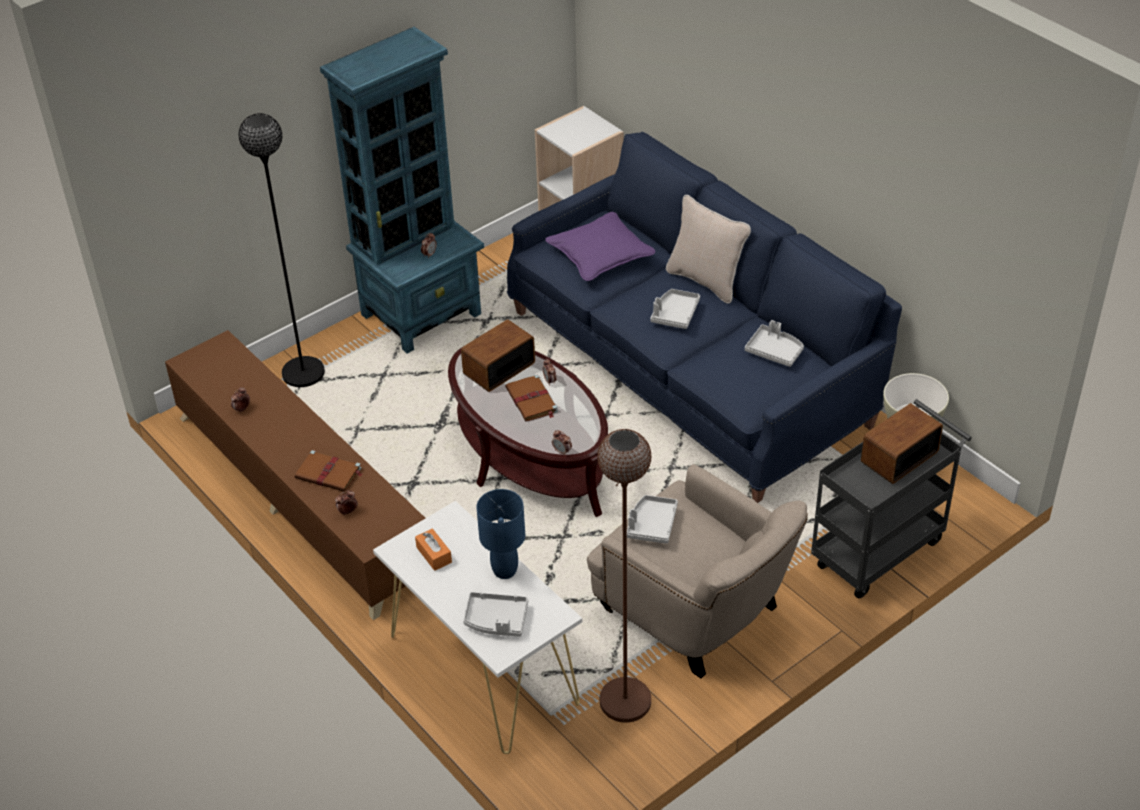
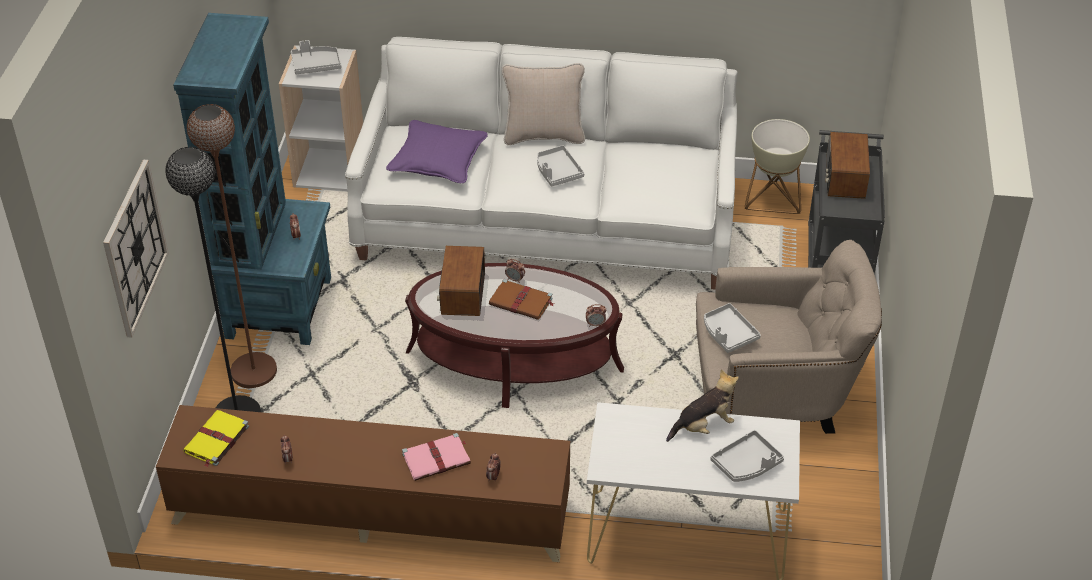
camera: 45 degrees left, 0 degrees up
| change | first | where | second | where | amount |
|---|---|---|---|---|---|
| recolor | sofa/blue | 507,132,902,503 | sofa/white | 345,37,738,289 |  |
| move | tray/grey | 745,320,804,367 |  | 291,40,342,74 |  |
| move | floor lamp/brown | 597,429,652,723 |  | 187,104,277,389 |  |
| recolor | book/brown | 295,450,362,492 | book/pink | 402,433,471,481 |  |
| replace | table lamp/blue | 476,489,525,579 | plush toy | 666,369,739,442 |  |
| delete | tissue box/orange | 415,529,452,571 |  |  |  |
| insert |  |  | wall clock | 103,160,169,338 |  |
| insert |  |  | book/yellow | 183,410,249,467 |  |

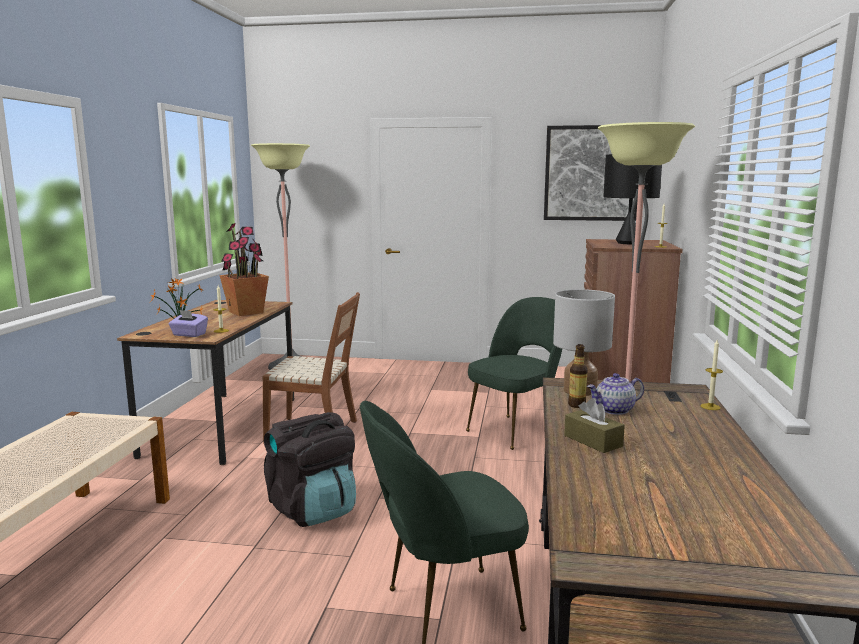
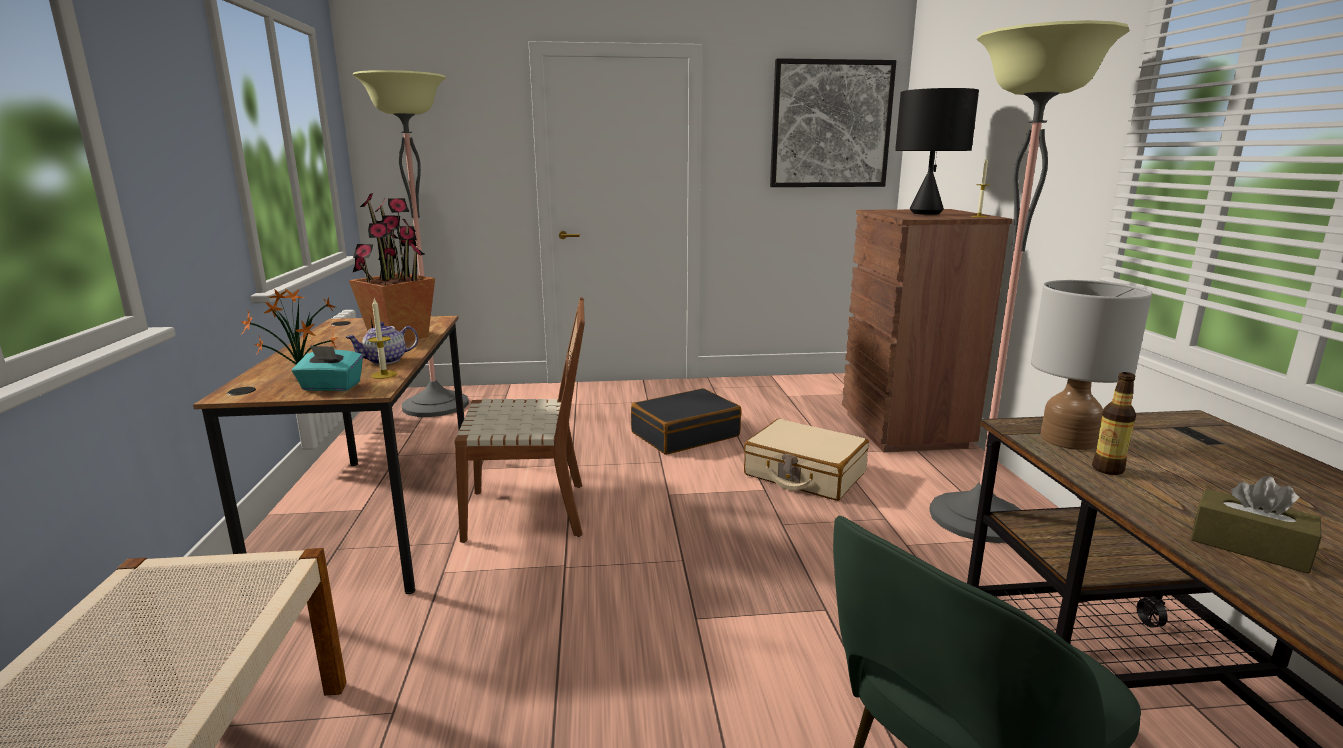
camera: 15 degrees left, 5 degrees up
| change | first | where | second | where | amount |
|---|---|---|---|---|---|
| replace | chair/green | 466,297,562,450 | suitcase/beige | 744,419,869,501 |  |
| recolor | tissue box/purple | 169,310,208,337 | tissue box/turquoise | 292,345,363,391 |  |
| delete | candle | 700,340,723,410 |  |  |  |
| move | teapot | 587,373,644,415 |  | 345,322,418,365 |  |
| delete | backpack/black | 264,412,356,527 |  |  |  |
| insert |  |  | suitcase/black | 631,388,742,455 |  |

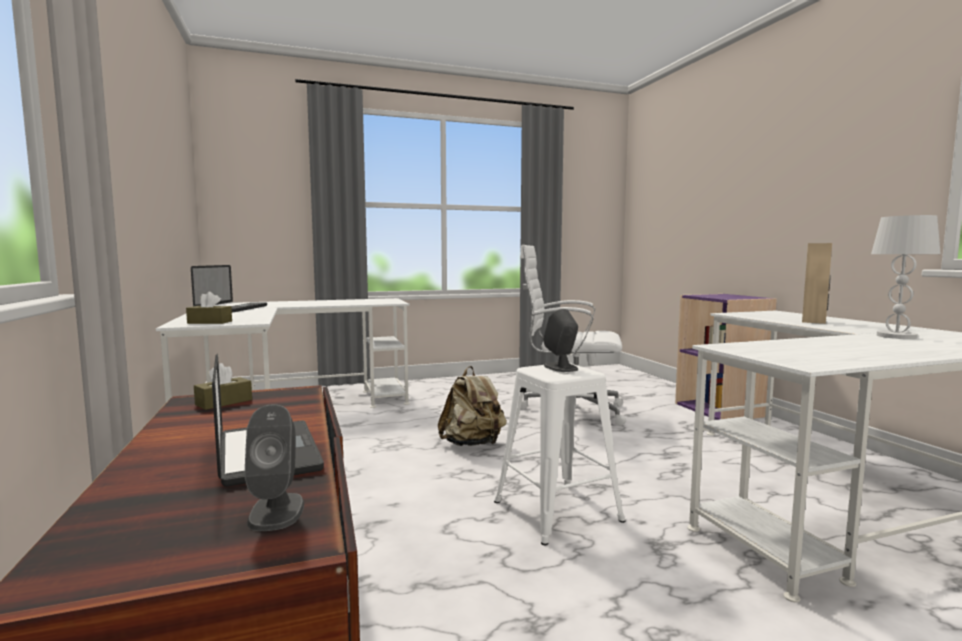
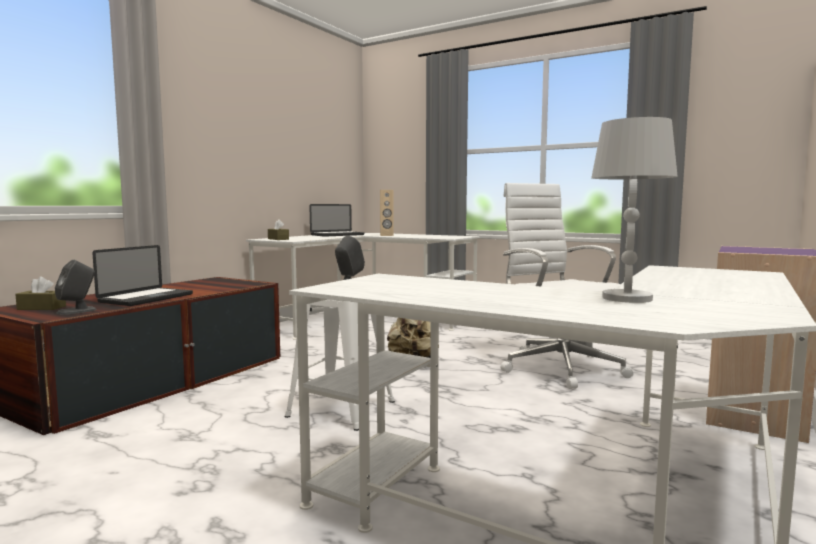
camera: 50 degrees right, 0 degrees up
| change | first | where | second | where | amount |
|---|---|---|---|---|---|
| move | speaker/beige | 802,243,832,324 |  | 380,190,394,236 |  |
| move | tissue box/brown | 194,363,252,410 |  | 15,276,66,310 |  |

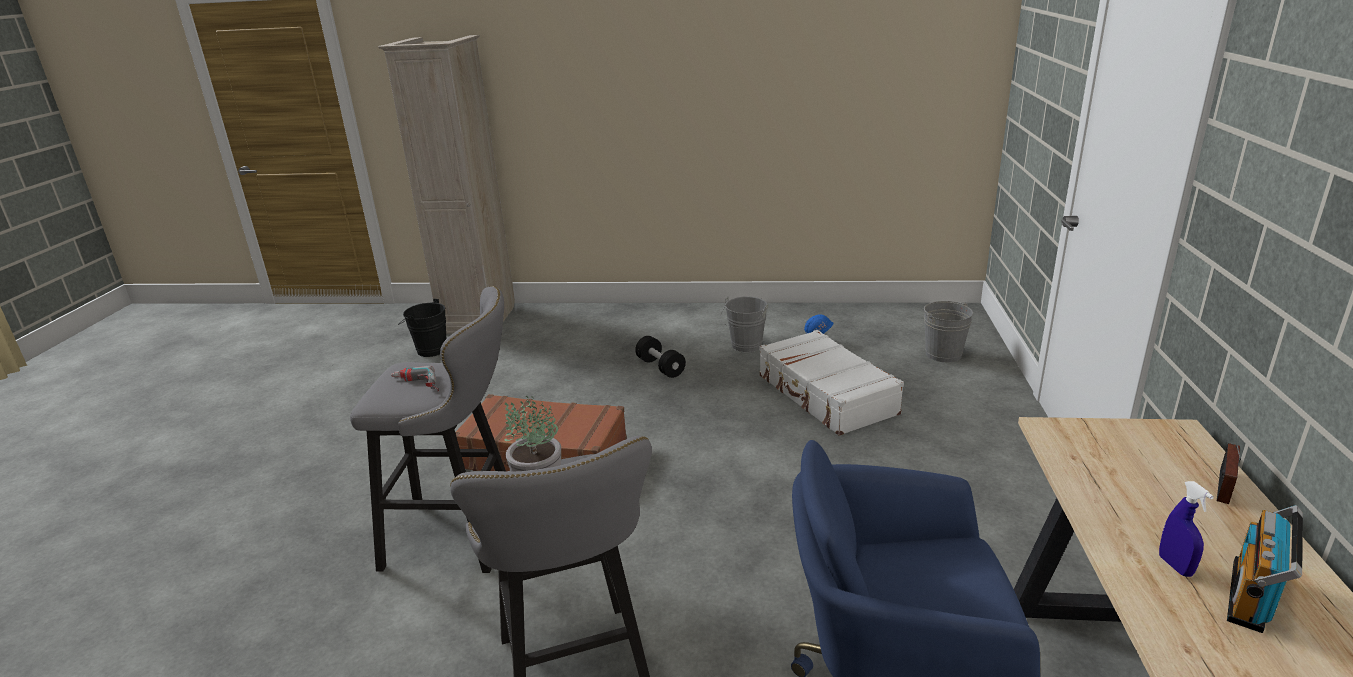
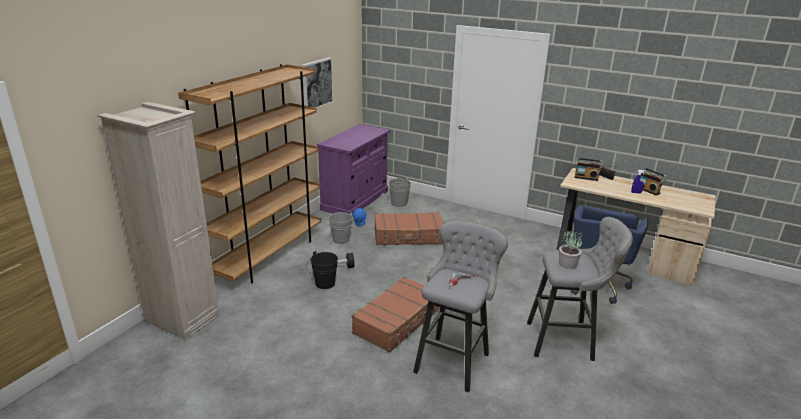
camera: 70 degrees left, 0 degrees up
| change | first | where | second | where | amount |
|---|---|---|---|---|---|
| move | bucket/black | 398,299,446,357 |  | 306,251,338,289 |  |
| recolor | suitcase/white | 760,330,904,436 | suitcase/brown | 375,212,443,245 |  |
| insert |  |  | picture | 302,57,334,109 |  |
| insert |  |  | bookcase/brown | 178,64,321,283 |  |
| insert |  |  | cabinet/purple | 317,124,391,216 |  |
| insert |  |  | radio | 574,157,603,181 |  |

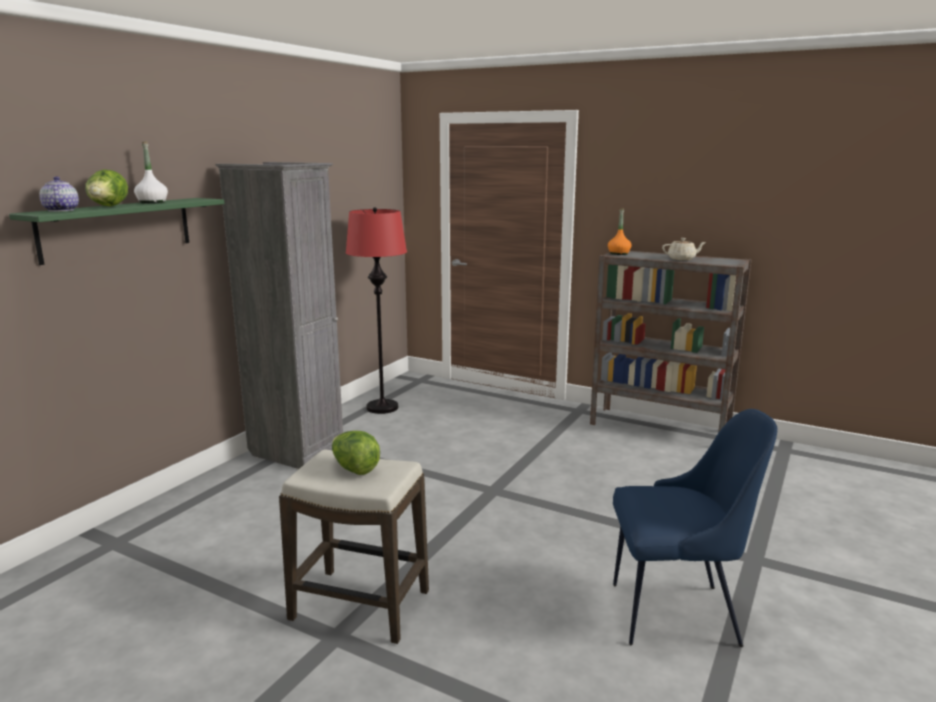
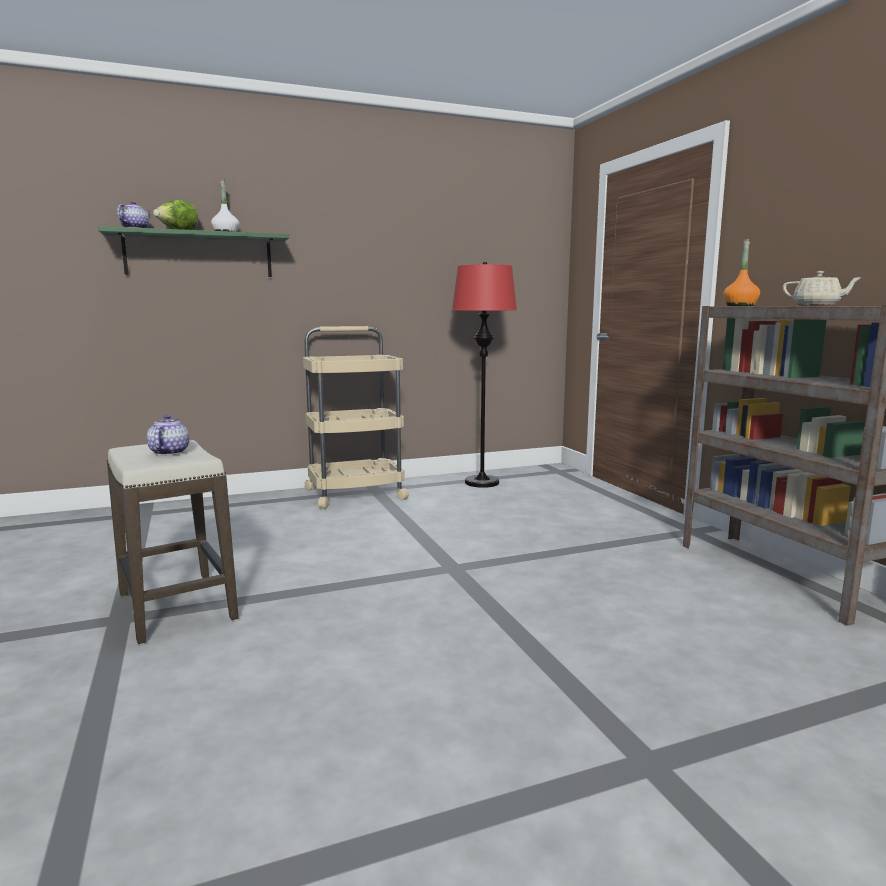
camera: 40 degrees right, 5 degrees down
| change | first | where | second | where | amount |
|---|---|---|---|---|---|
| replace | cabinet/grey | 215,162,343,469 | cart/beige | 303,326,409,509 |  |
| delete | chair/blue | 613,409,777,647 |  |  |  |
| replace | lettuce | 332,431,380,475 | teapot | 147,415,189,455 |  |

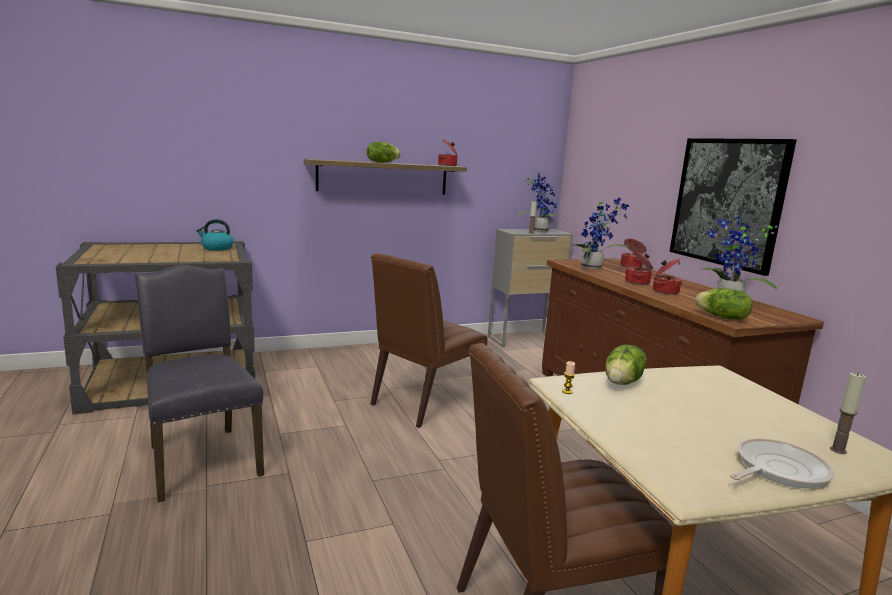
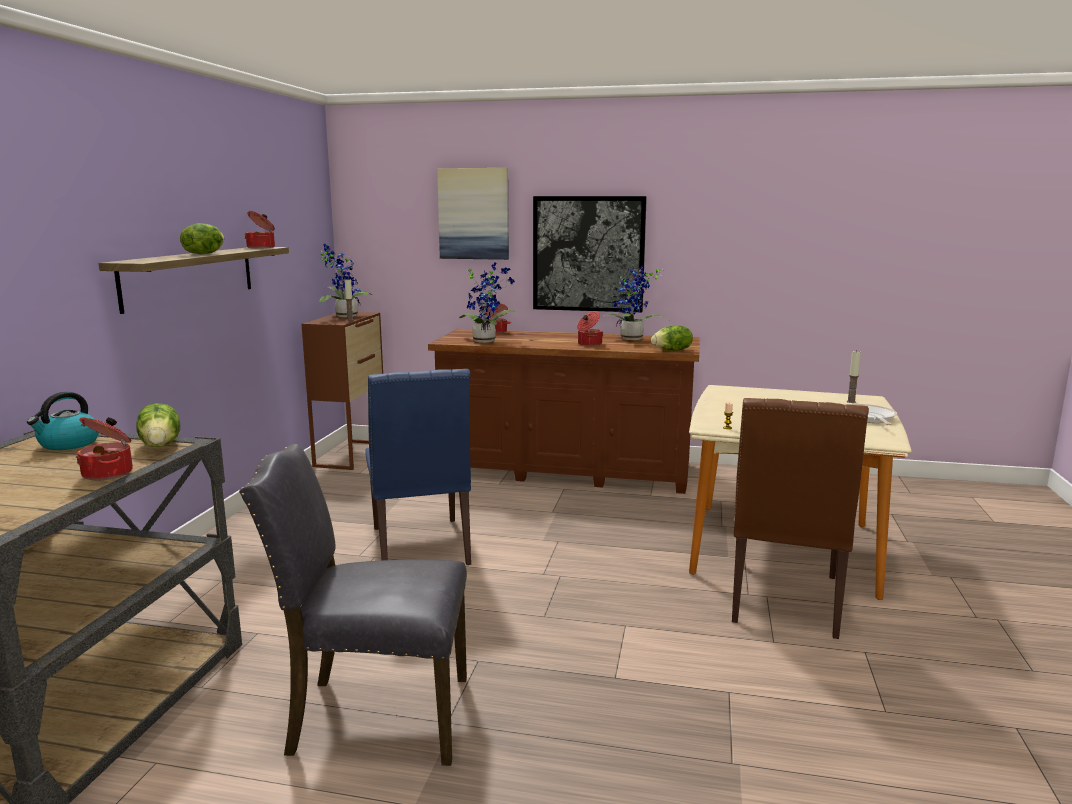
camera: 55 degrees left, 0 degrees up
| change | first | where | second | where | amount |
|---|---|---|---|---|---|
| recolor | cabinet/grey | 488,229,573,347 | cabinet/brown | 301,312,383,470 |  |
| move | cooking pot | 625,250,653,285 |  | 76,417,133,481 |  |
| recolor | chair/brown | 370,253,488,428 | chair/blue | 365,369,471,565 |  |
| move | lettuce | 605,344,647,385 |  | 136,403,180,447 |  |
| insert |  |  | picture | 437,168,509,260 |  |

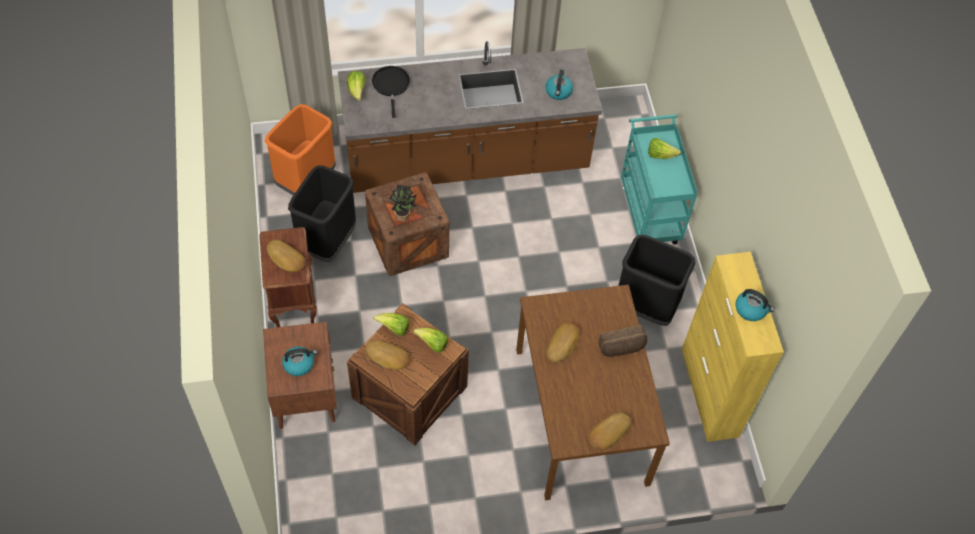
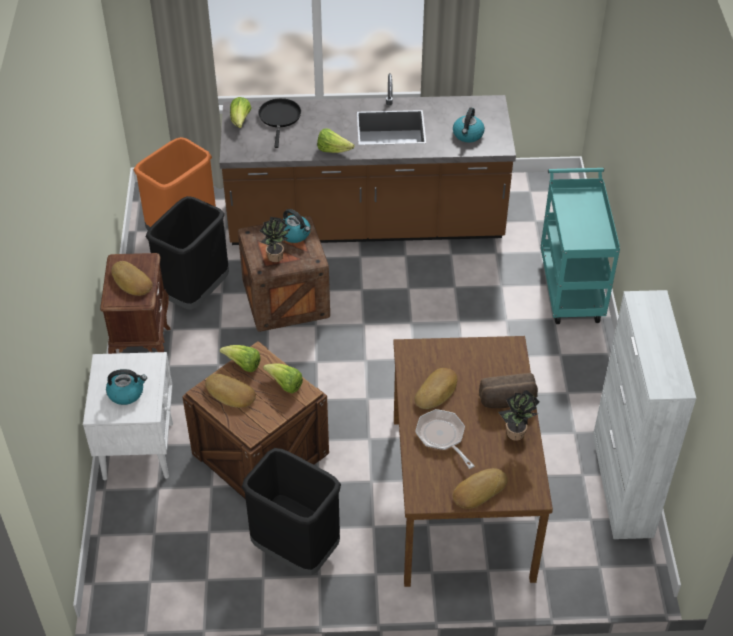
camera: 10 degrees right, 10 degrees down
| change | first | where | second | where | amount |
|---|---|---|---|---|---|
| move | lettuce | 648,138,681,159 |  | 317,129,355,153 |  |
| move | trash can/black | 618,235,695,326 |  | 242,448,341,575 |  |
| recolor | cabinet/yellow | 682,252,784,442 | cabinet/white | 593,290,696,539 |  |
| move | kettle | 736,289,775,321 |  | 283,209,311,243 |  |
| recolor | nightstand/brown | 263,322,337,429 | nightstand/white | 83,352,173,480 |  |
| insert |  |  | potted plant | 498,390,540,441 |  |
| insert |  |  | frying pan | 415,409,474,469 |  |

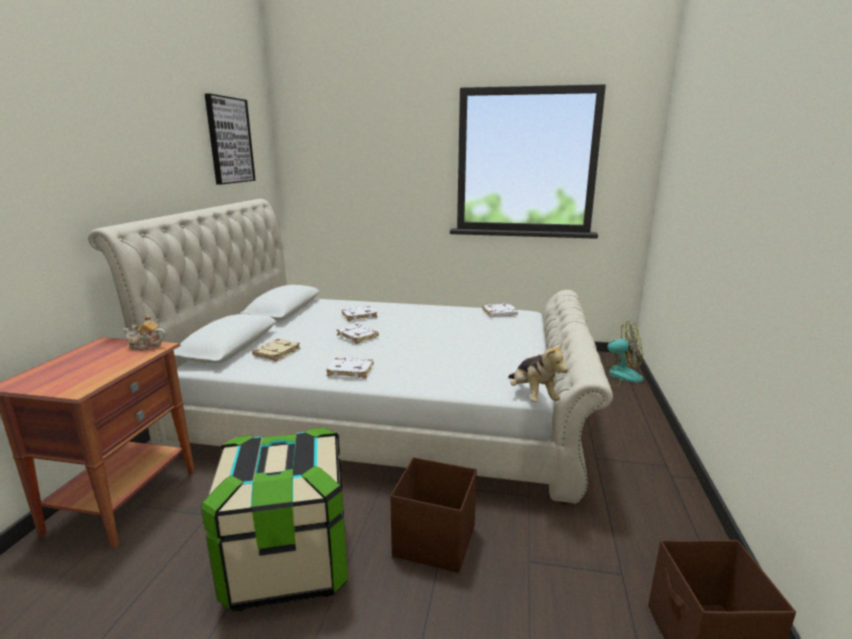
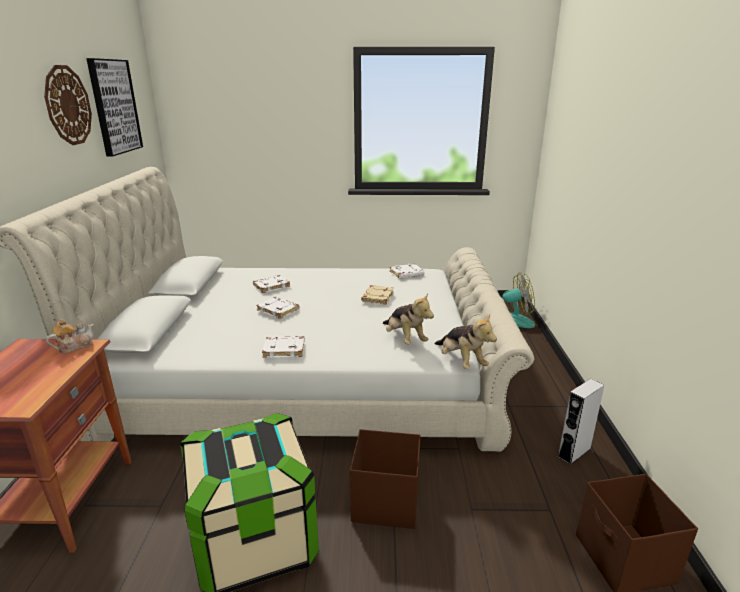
camera: 10 degrees left, 5 degrees up
| change | first | where | second | where | amount |
|---|---|---|---|---|---|
| rotate | teapot | 123,315,166,351 |  | 46,319,94,354 | 150 degrees clockwise |
| move | book/beige | 252,339,300,361 |  | 361,285,394,305 |  |
| insert |  |  | wall clock | 44,65,92,145 |  |
| insert |  |  | plush toy | 383,293,434,344 |  |
| insert |  |  | speaker/grey | 557,379,604,465 |  |

